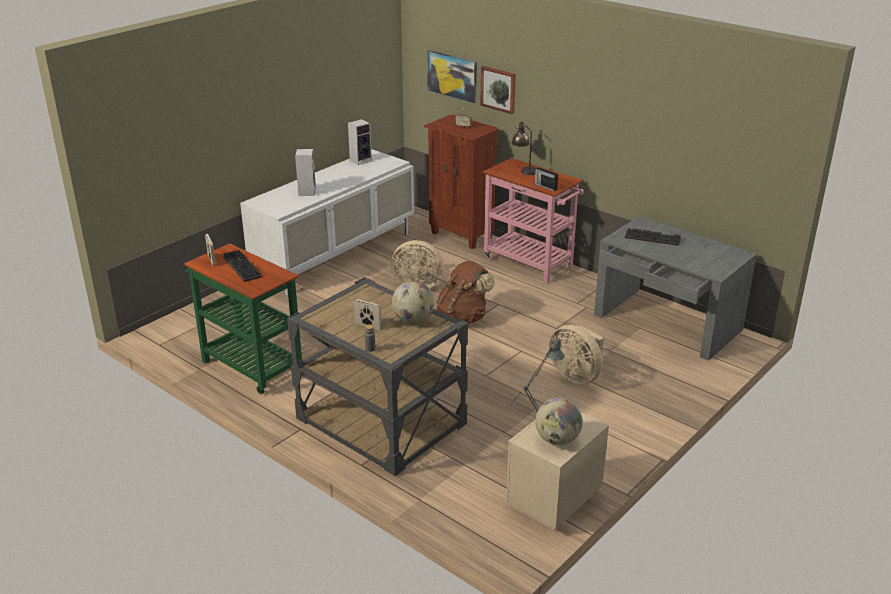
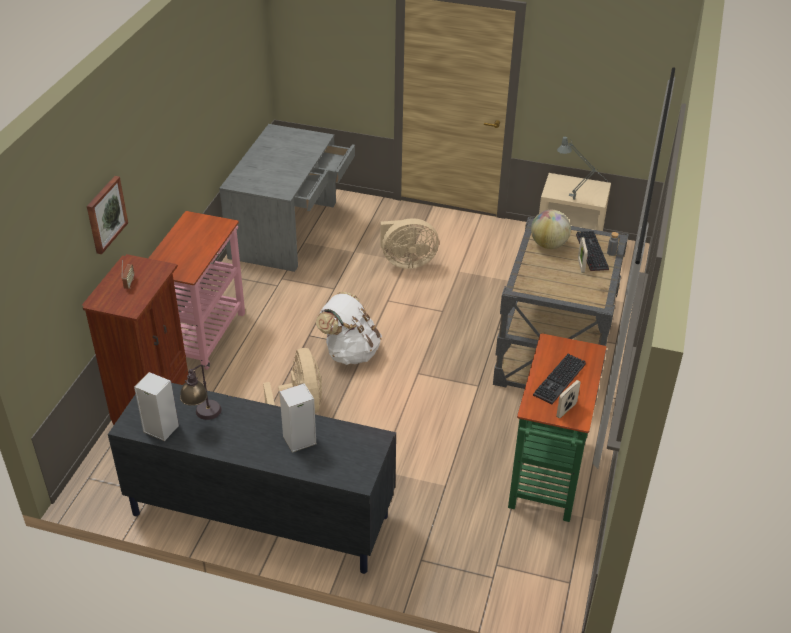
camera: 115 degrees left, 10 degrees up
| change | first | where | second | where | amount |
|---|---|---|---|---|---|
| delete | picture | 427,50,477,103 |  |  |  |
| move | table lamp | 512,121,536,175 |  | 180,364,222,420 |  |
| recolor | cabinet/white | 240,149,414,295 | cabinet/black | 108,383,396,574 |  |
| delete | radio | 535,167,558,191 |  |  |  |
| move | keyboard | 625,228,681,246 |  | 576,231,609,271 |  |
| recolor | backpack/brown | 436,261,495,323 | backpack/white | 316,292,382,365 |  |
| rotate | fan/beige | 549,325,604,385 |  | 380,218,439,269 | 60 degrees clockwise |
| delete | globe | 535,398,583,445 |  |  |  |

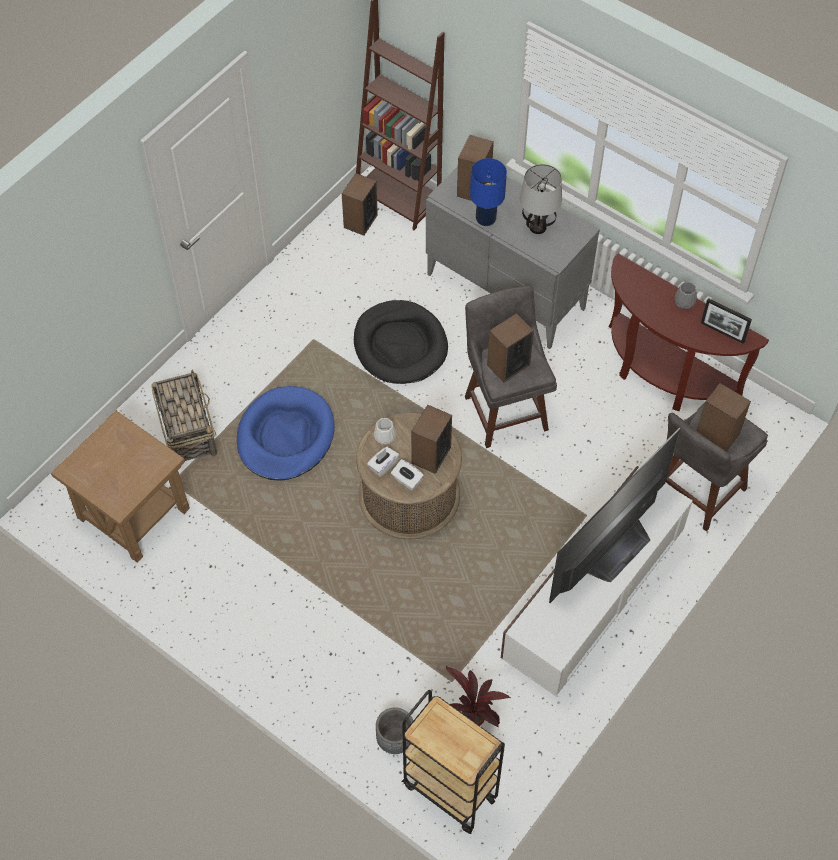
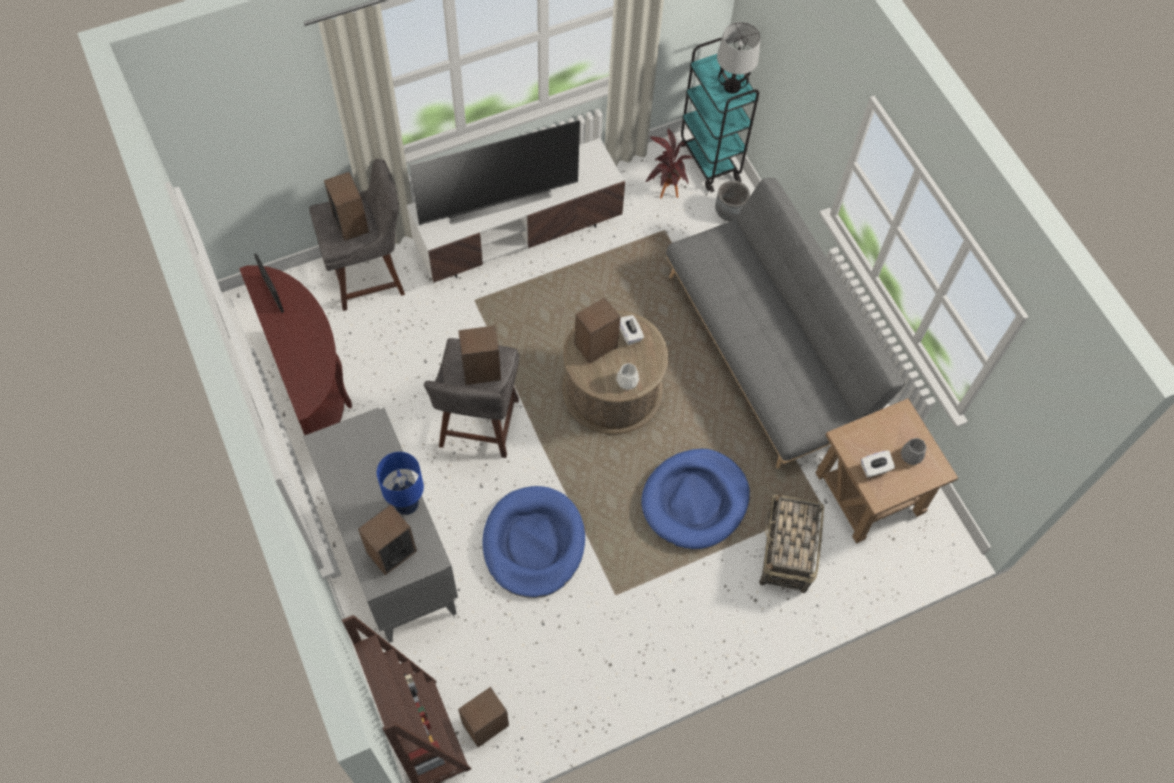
camera: 155 degrees left, 5 degrees up
| change | first | where | second | where | amount |
|---|---|---|---|---|---|
| move | table lamp | 520,164,562,234 |  | 717,22,761,93 |  |
| move | vase/grey | 675,282,697,309 |  | 901,438,927,465 |  |
| recolor | dog bed/black | 354,300,448,384 | dog bed/blue | 482,486,585,598 |  |
| move | tissue box/white | 367,447,399,477 |  | 861,450,895,478 |  |
| recolor | cart/brown | 401,690,505,834 | cart/turquoise | 681,38,759,193 |  |
| insert |  |  | sofa/grey | 666,178,905,469 |  |

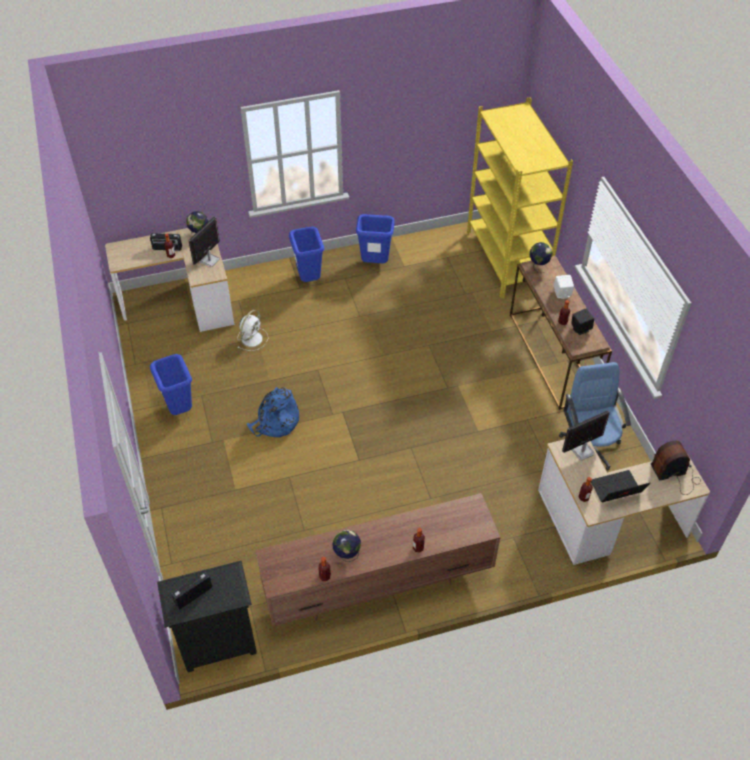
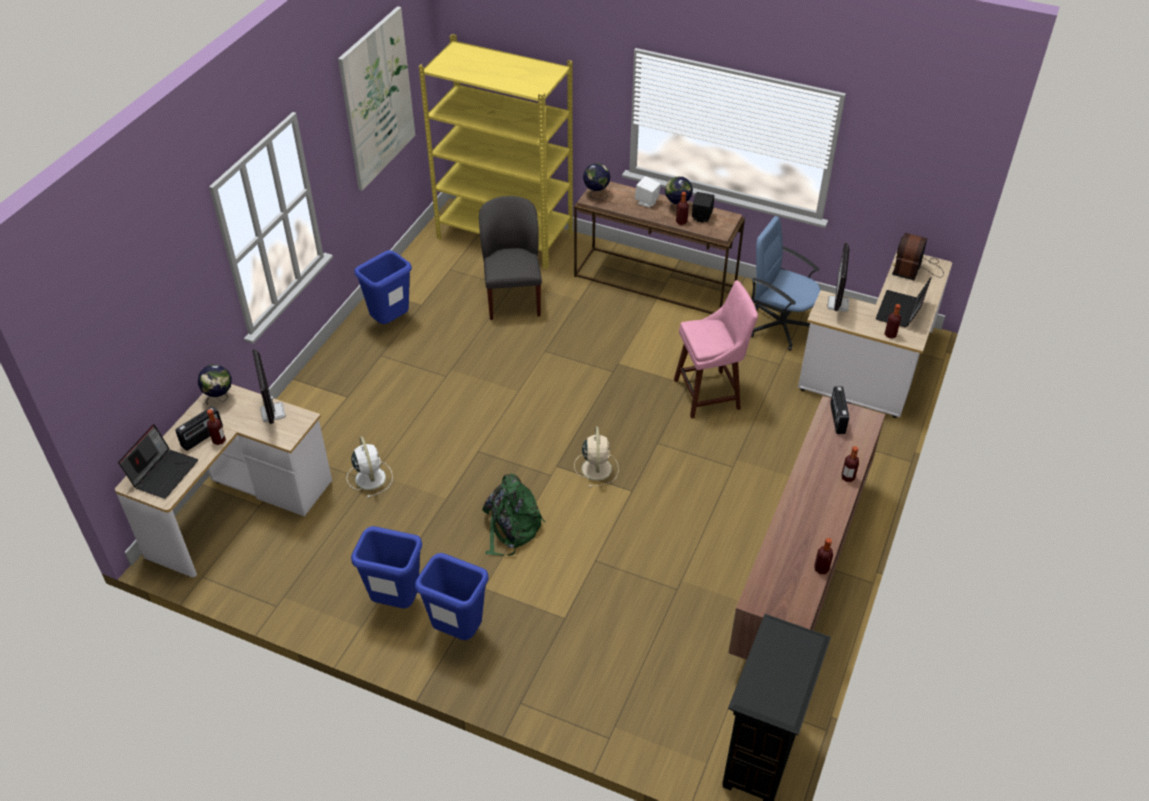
camera: 50 degrees left, 5 degrees down
| change | first | where | second | where | amount |
|---|---|---|---|---|---|
| move | trash can/blue | 289,227,324,282 |  | 415,553,488,640 |  |
| recolor | backpack/blue | 247,387,299,438 | backpack/green | 482,474,545,556 |  |
| move | globe | 333,530,361,562 |  | 665,176,693,212 |  |
| move | radio | 171,571,212,610 |  | 830,386,849,434 |  |
| insert |  |  | picture | 338,6,415,191 |  |
| insert |  |  | chair/grey | 479,196,542,320 |  |
| insert |  |  | chair/pink | 674,280,758,419 |  |
| insert |  |  | laptop | 118,424,198,499 |  |
| insert |  |  | fan/beige | 574,426,619,487 |  |

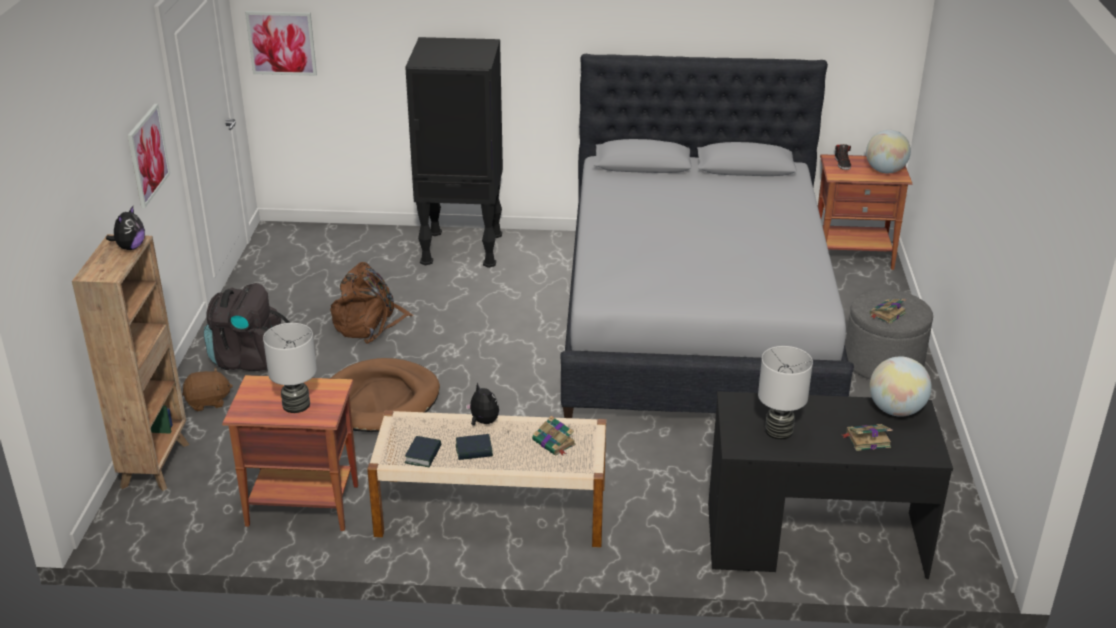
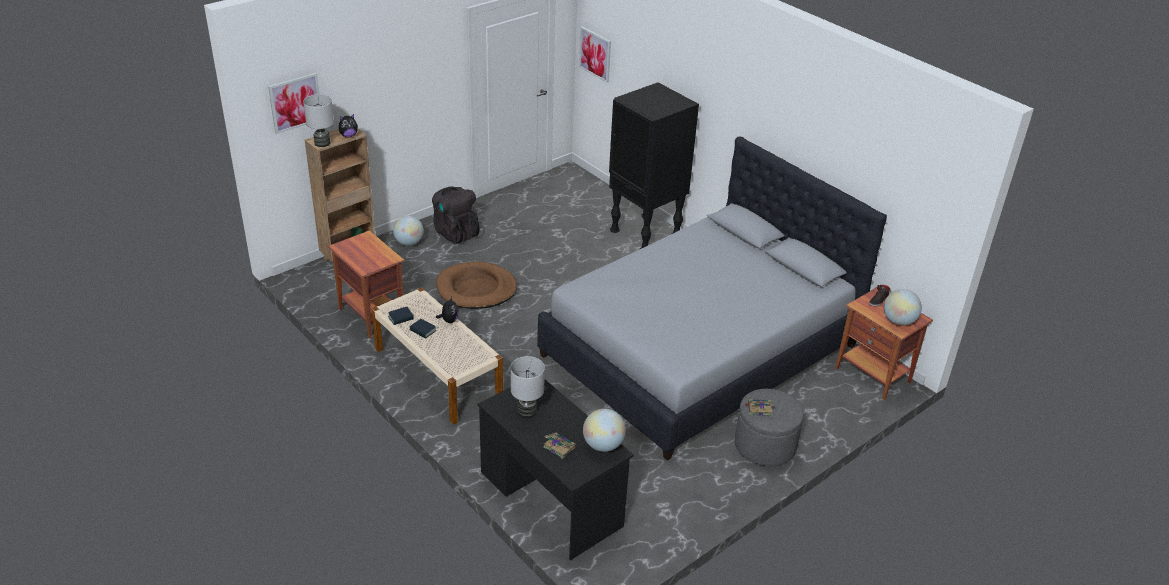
camera: 45 degrees right, 5 degrees up
| change | first | where | second | where | amount |
|---|---|---|---|---|---|
| move | picture | 128,104,170,208 |  | 268,73,319,134 |  |
| delete | backpack/brown | 330,262,413,344 |  |  |  |
| move | table lamp/grey | 263,323,317,413 |  | 303,94,334,147 |  |
| replace | plush toy/brown | 182,368,233,411 | globe | 393,216,424,246 |  |
| delete | book | 532,415,576,456 |  |  |  |

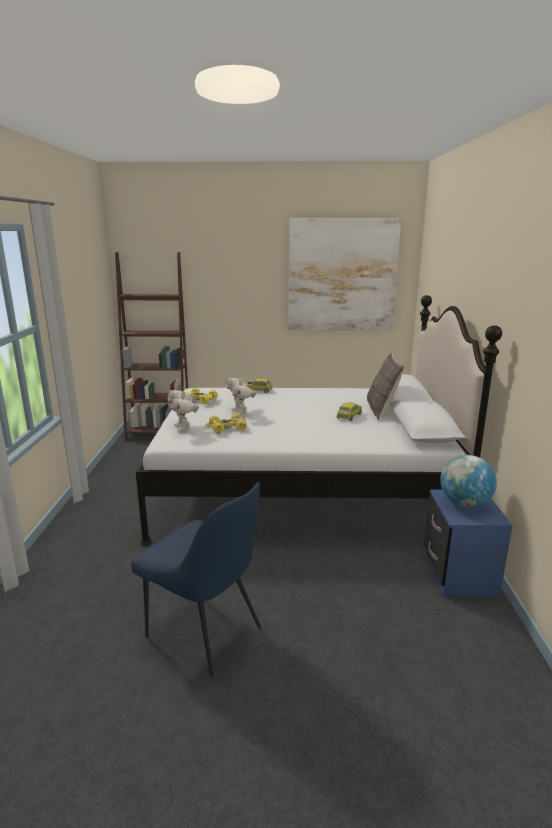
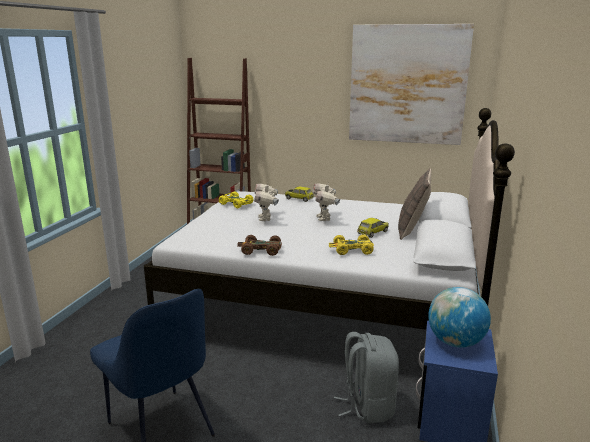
camera: 15 degrees right, 0 degrees up
| change | first | where | second | where | amount |
|---|---|---|---|---|---|
| move | toy robot | 168,388,199,431 |  | 313,183,340,221 |  |
| move | toy car/yellow | 205,413,247,434 |  | 329,234,374,255 |  |
| insert |  |  | toy car/brown | 237,235,282,256 |  |
| insert |  |  | backpack/grey | 334,332,399,424 |  |

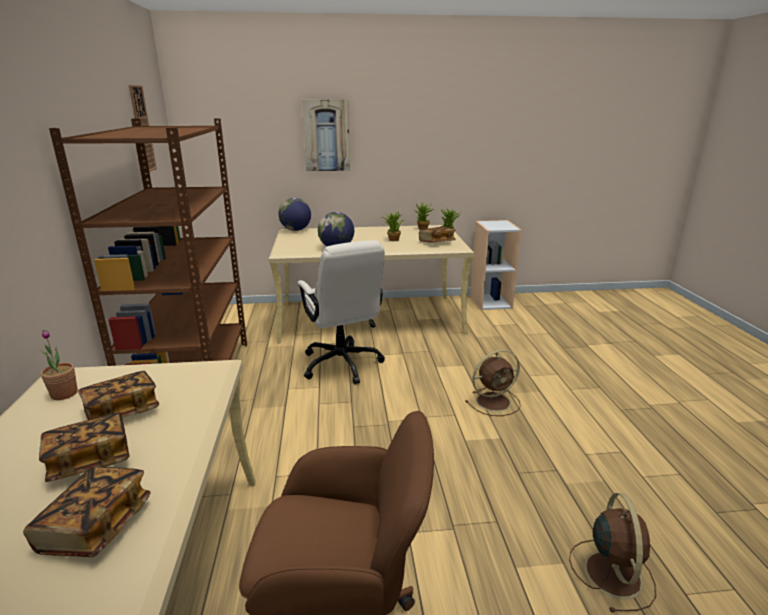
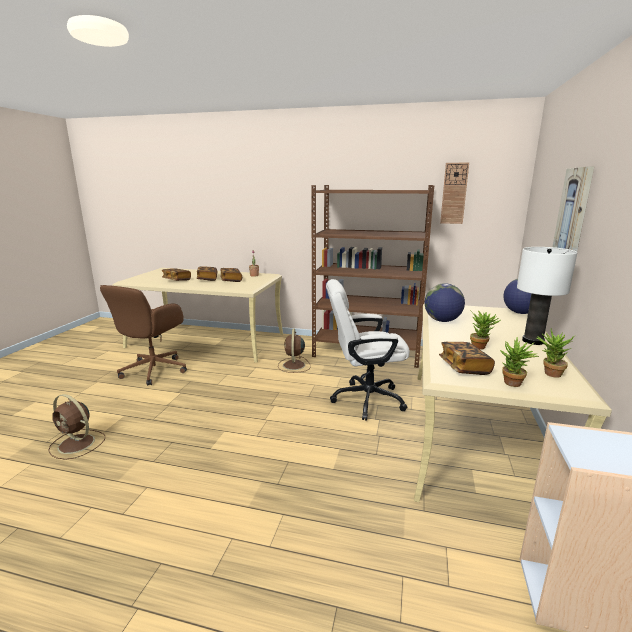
camera: 110 degrees right, 5 degrees down
| change | first | where | second | where | amount |
|---|---|---|---|---|---|
| move | fan/brown | 465,350,521,416 |  | 278,328,311,373 |  |
| insert |  |  | table lamp/white | 517,247,577,345 |  |

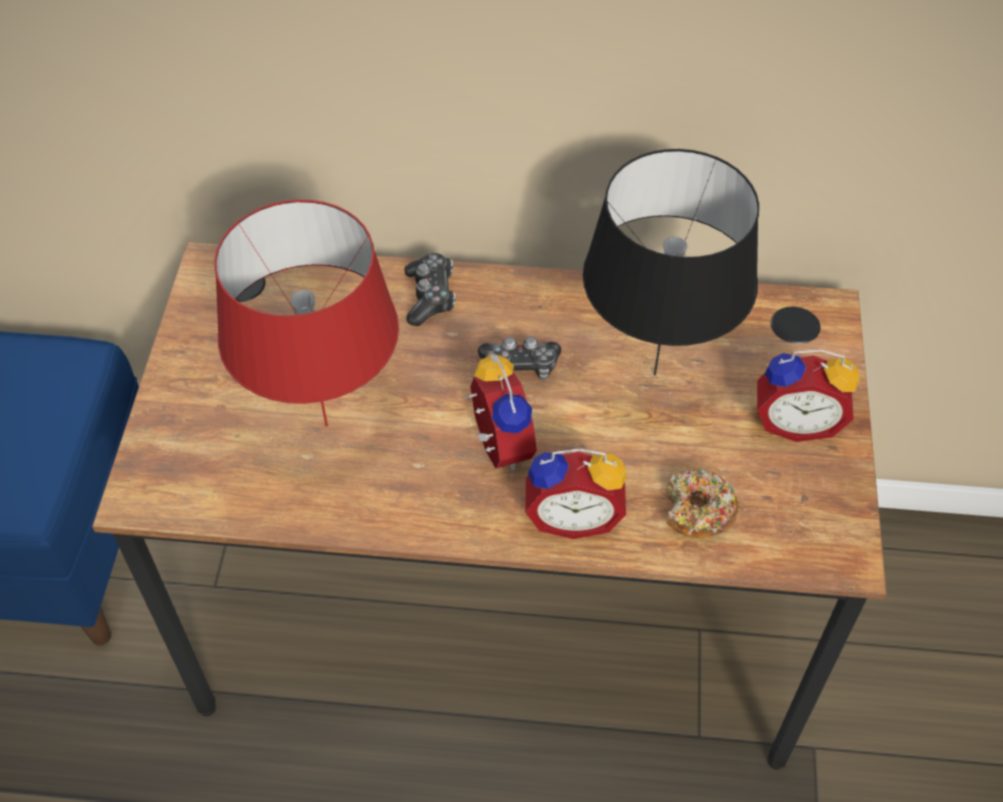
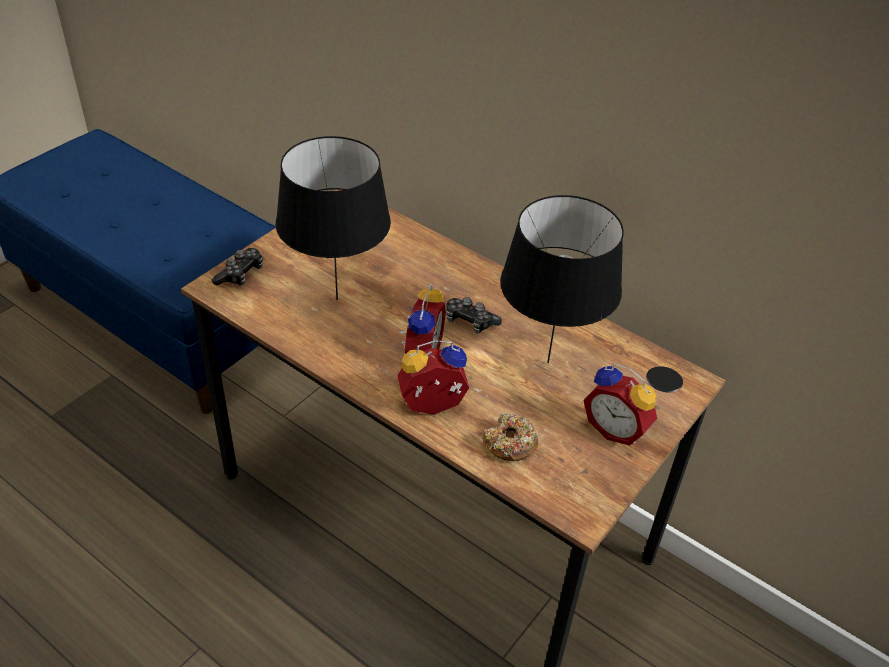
camera: 30 degrees right, 10 degrees down
| change | first | where | second | where | amount |
|---|---|---|---|---|---|
| recolor | table lamp/red | 215,199,399,427 | table lamp/black | 276,136,391,300 |  |
| move | game controller | 405,253,456,326 |  | 212,248,263,286 |  |
| rotate | alarm clock | 525,448,627,539 |  | 398,340,469,415 | 135 degrees clockwise |

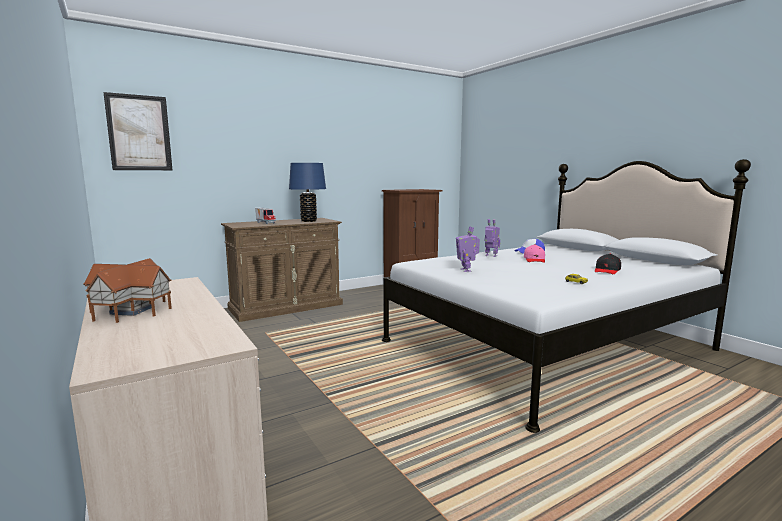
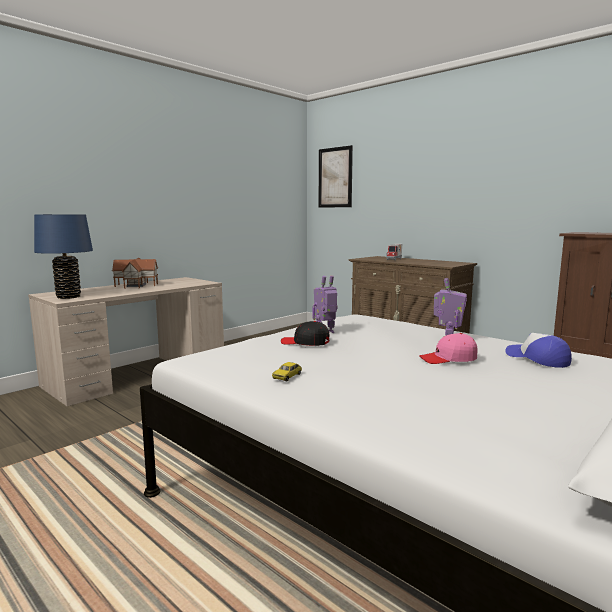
camera: 75 degrees right, 0 degrees up
| change | first | where | second | where | amount |
|---|---|---|---|---|---|
| move | table lamp/blue | 289,163,326,222 |  | 34,214,93,299 |  |
| move | cap/black | 595,254,621,274 |  | 281,321,329,346 |  |

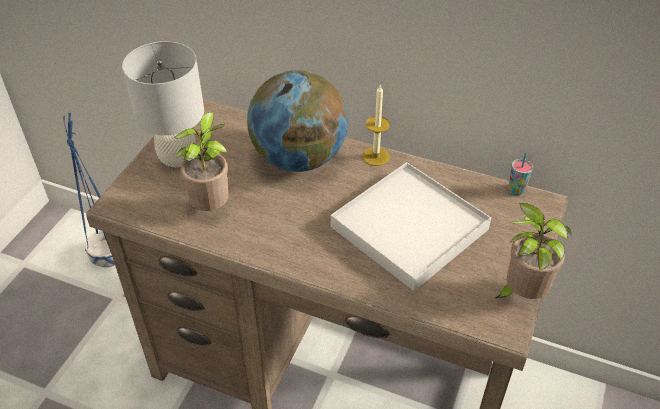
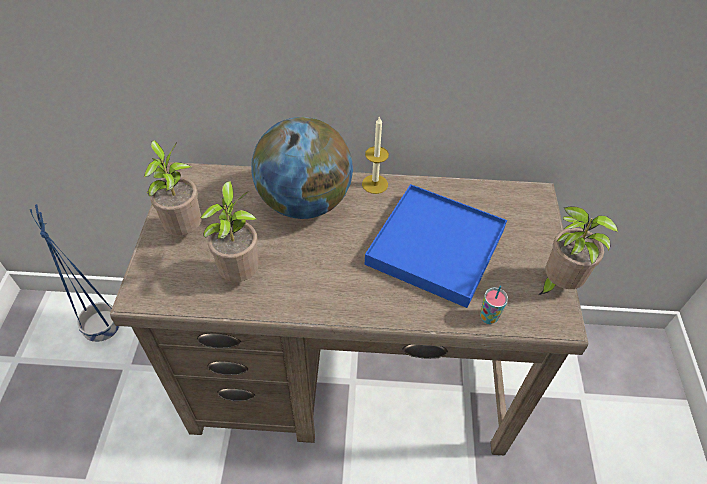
camera: 20 degrees left, 5 degrees up
| change | first | where | second | where | amount |
|---|---|---|---|---|---|
| replace | table lamp/grey | 122,41,204,168 | potted plant | 144,140,201,235 |  |
| move | cup | 508,152,533,195 |  | 480,285,508,324 |  |
| recolor | tray/white | 331,162,491,291 | tray/blue | 365,184,507,308 |  |

